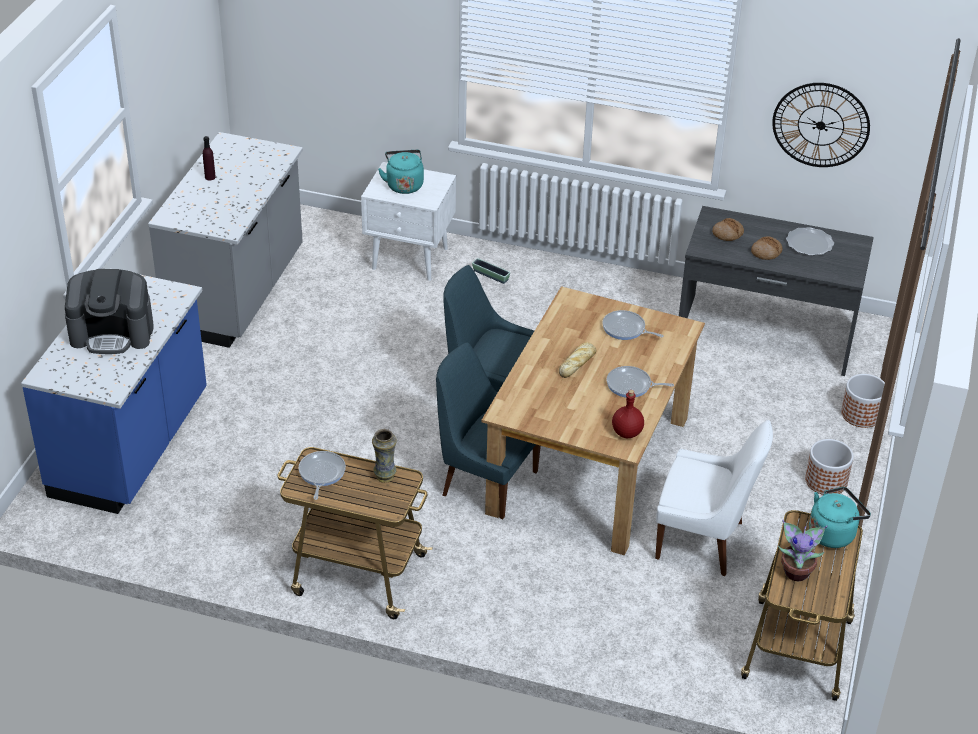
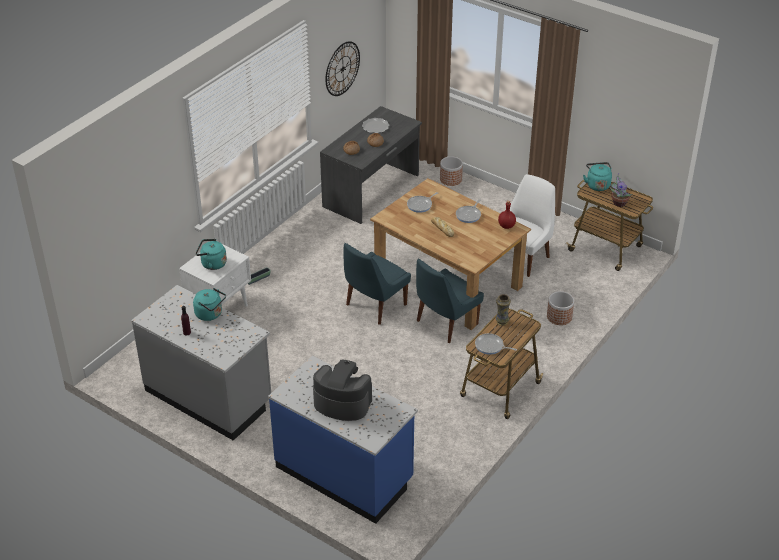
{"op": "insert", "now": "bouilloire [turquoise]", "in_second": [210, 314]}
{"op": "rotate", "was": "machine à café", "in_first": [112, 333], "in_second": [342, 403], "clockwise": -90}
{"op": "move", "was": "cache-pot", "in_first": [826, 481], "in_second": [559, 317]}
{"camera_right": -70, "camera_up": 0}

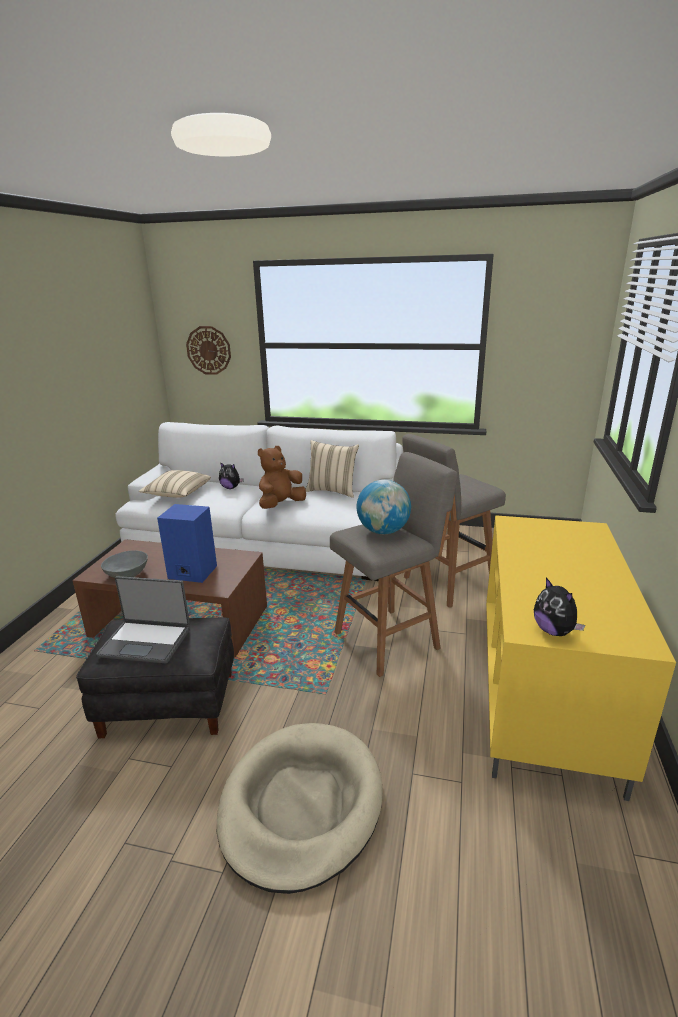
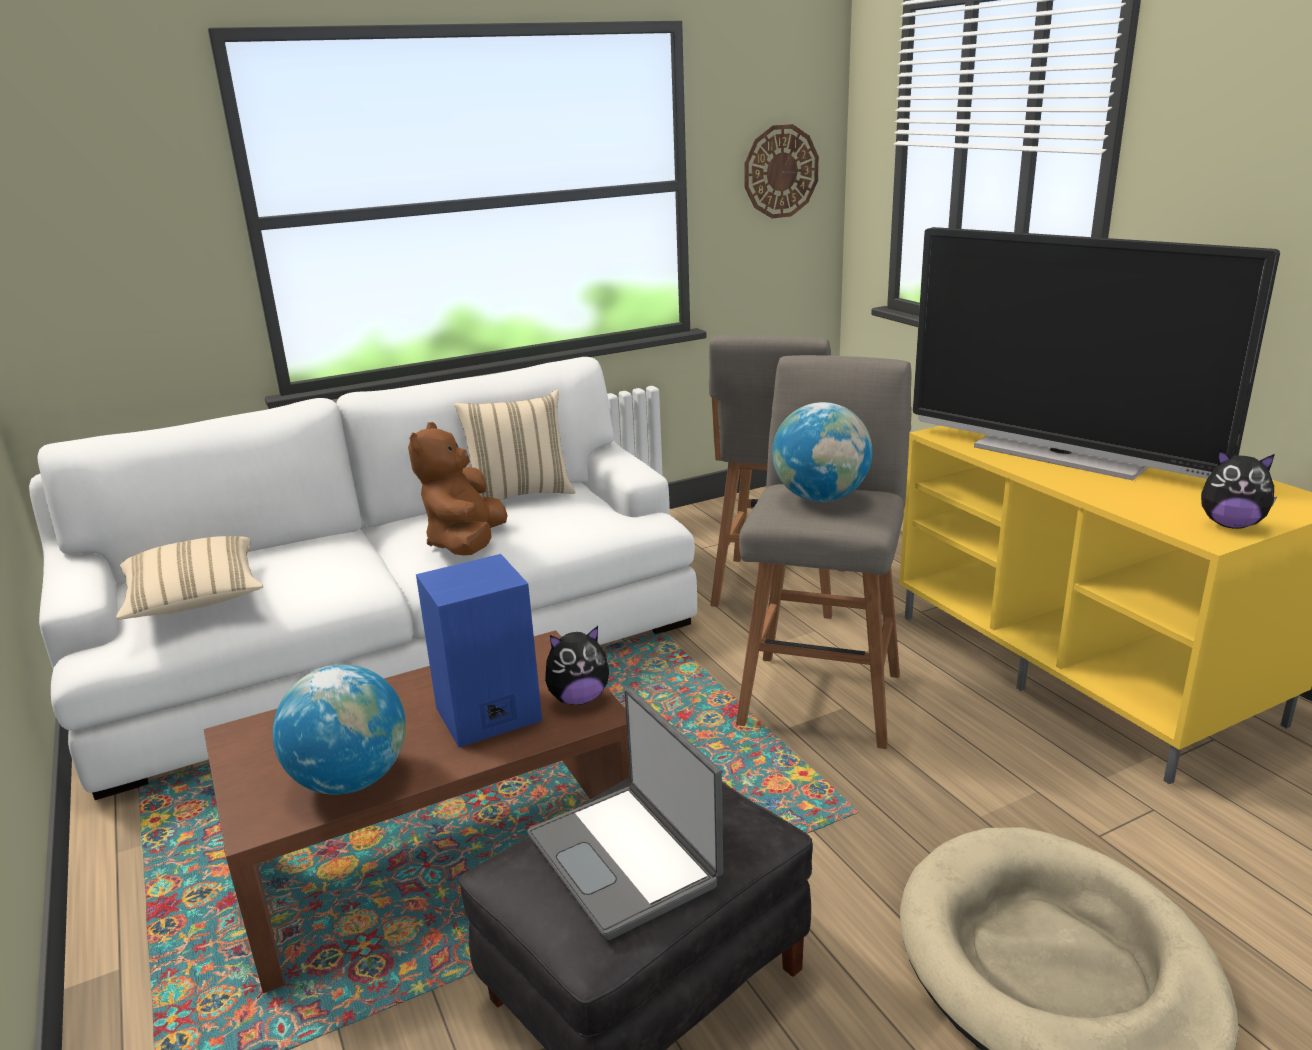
{"op": "replace", "was": "bol [gris]", "now": "globe", "in_first": [128, 574], "in_second": [350, 780]}
{"op": "rotate", "was": "ordinateur portable", "in_first": [146, 641], "in_second": [626, 859], "clockwise": 90}
{"op": "move", "was": "peluche", "in_first": [231, 488], "in_second": [578, 698]}
{"op": "move", "was": "horloge murale", "in_first": [208, 350], "in_second": [780, 171]}
{"op": "insert", "now": "téléviseur", "in_second": [1059, 456]}
{"camera_right": -40, "camera_up": 0}

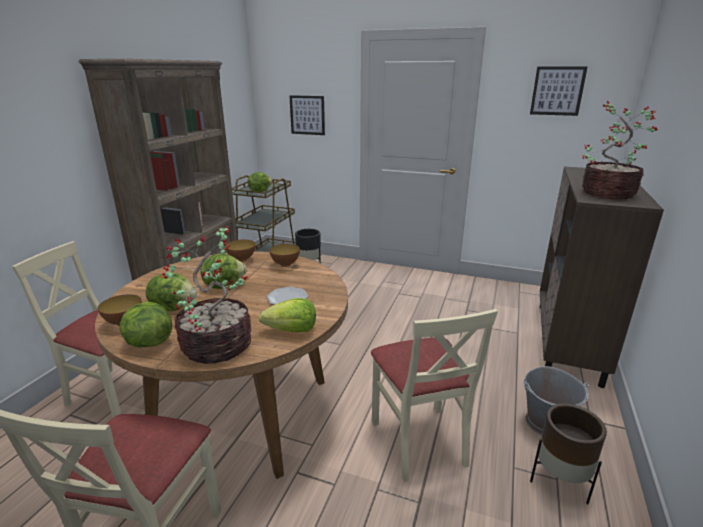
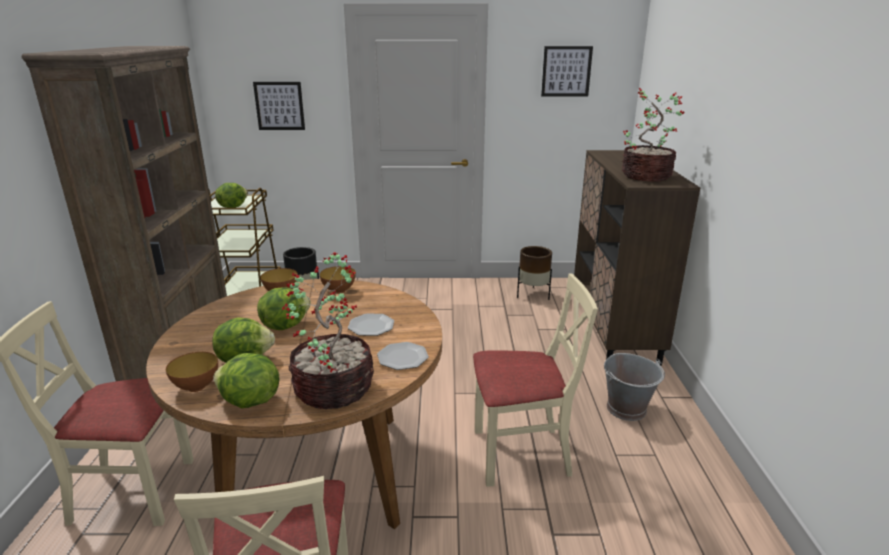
{"op": "replace", "was": "laitue", "now": "assiette", "in_first": [292, 330], "in_second": [403, 358]}
{"op": "rotate", "was": "chaise [beige]", "in_first": [419, 441], "in_second": [521, 454], "clockwise": -60}
{"op": "move", "was": "cache-pot [marron]", "in_first": [560, 481], "in_second": [533, 295]}
{"camera_right": -20, "camera_up": 0}

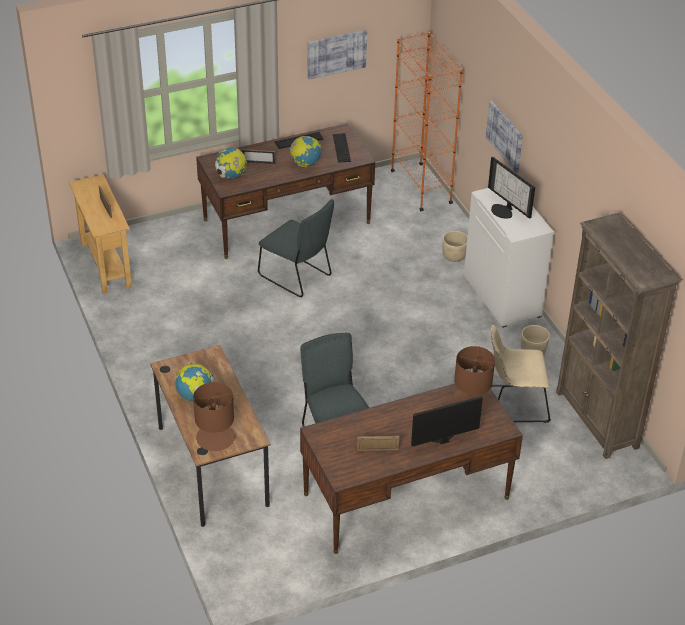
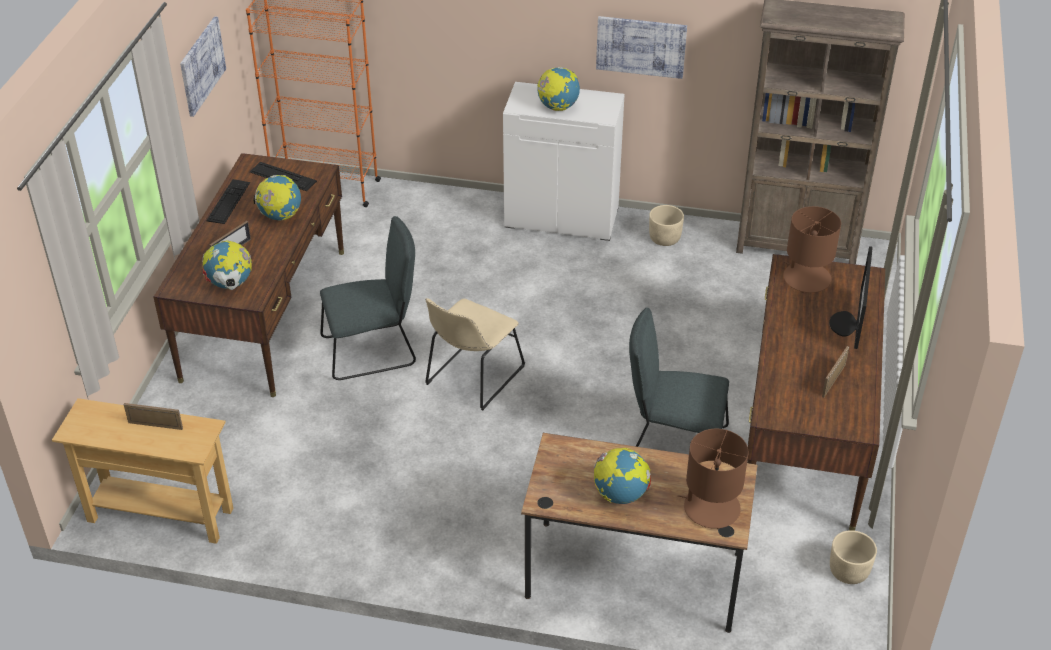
{"op": "move", "was": "chaise [beige]", "in_first": [513, 404], "in_second": [472, 378]}
{"op": "replace", "was": "écran d'ordinateur", "now": "globe", "in_first": [504, 210], "in_second": [557, 107]}
{"op": "move", "was": "tableau", "in_first": [505, 136], "in_second": [641, 46]}
{"op": "move", "was": "cache-pot [beige]", "in_first": [454, 256], "in_second": [849, 572]}
{"camera_right": -55, "camera_up": 0}

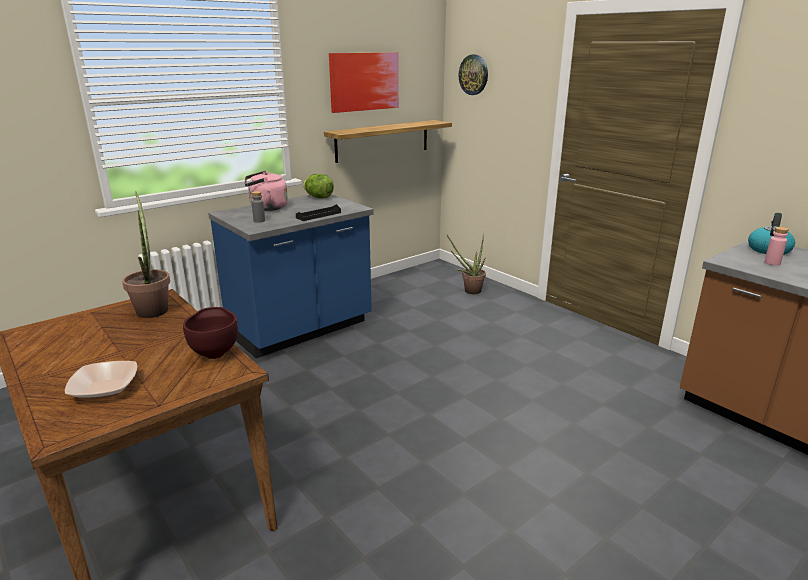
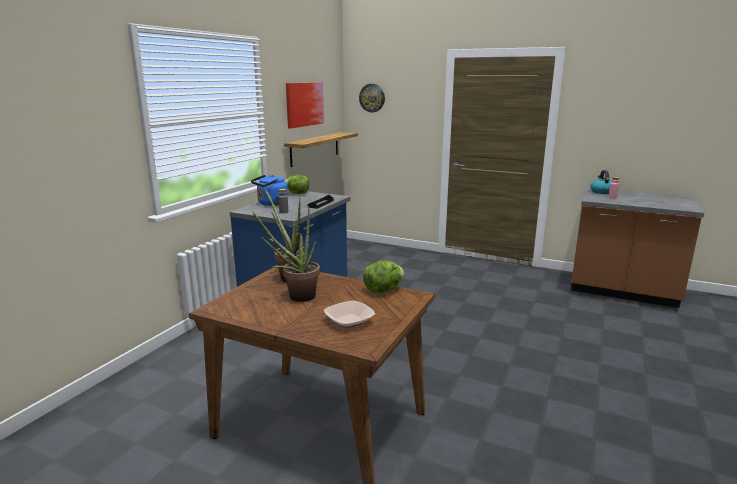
{"op": "recolor", "was": "bouilloire [rose]", "now": "bouilloire [bleu]", "in_first": [266, 208], "in_second": [271, 204]}
{"op": "move", "was": "plante en pot", "in_first": [469, 291], "in_second": [296, 297]}
{"op": "replace", "was": "bol [marron]", "now": "laitue", "in_first": [215, 353], "in_second": [383, 290]}
{"camera_right": -25, "camera_up": -5}

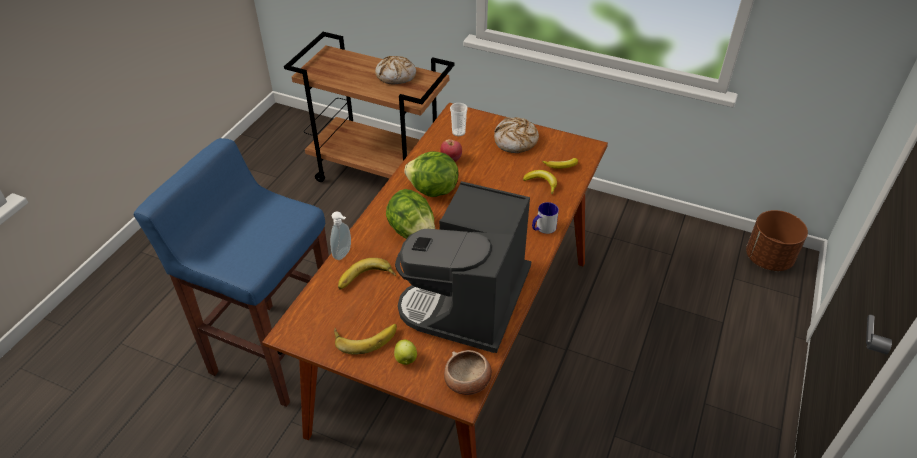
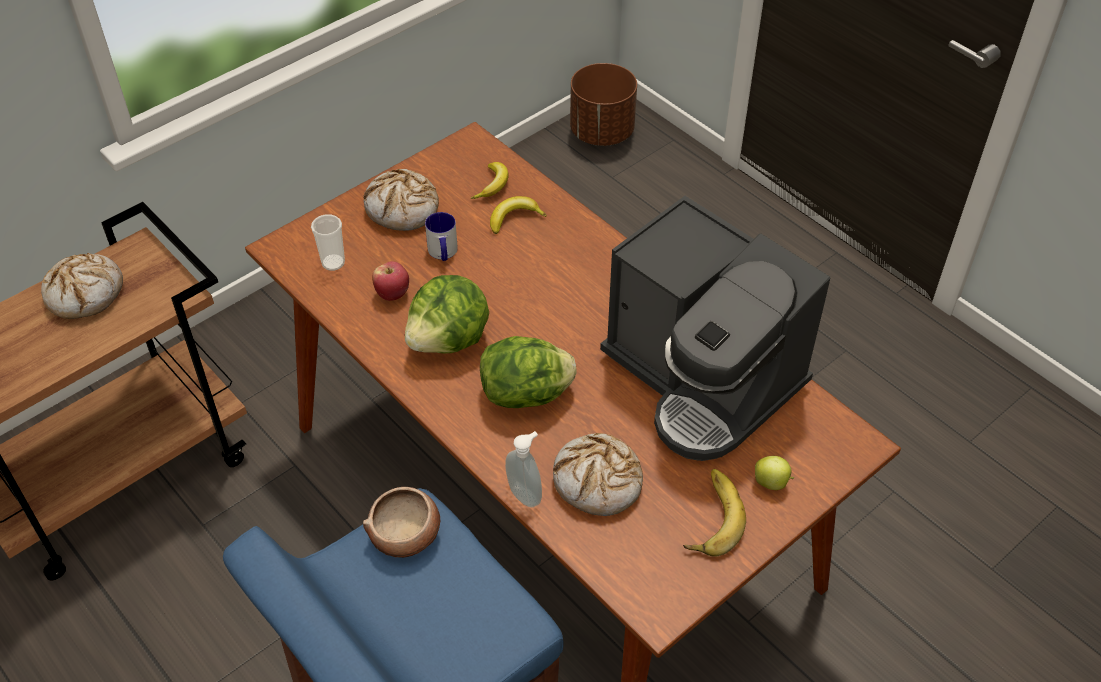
{"op": "move", "was": "bol", "in_first": [468, 382], "in_second": [406, 535]}
{"op": "move", "was": "mug", "in_first": [543, 228], "in_second": [443, 253]}
{"op": "replace", "was": "banane", "now": "pain", "in_first": [366, 280], "in_second": [598, 482]}
{"camera_right": -65, "camera_up": 5}

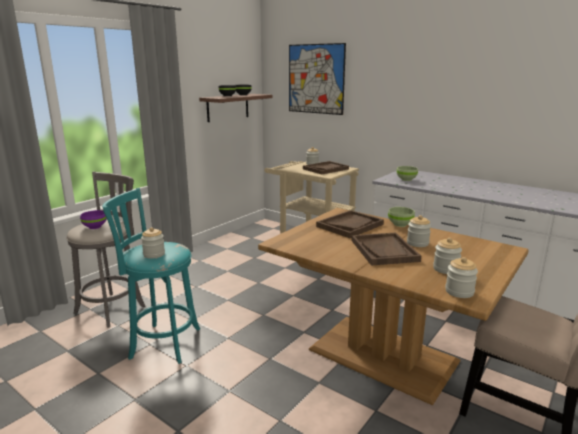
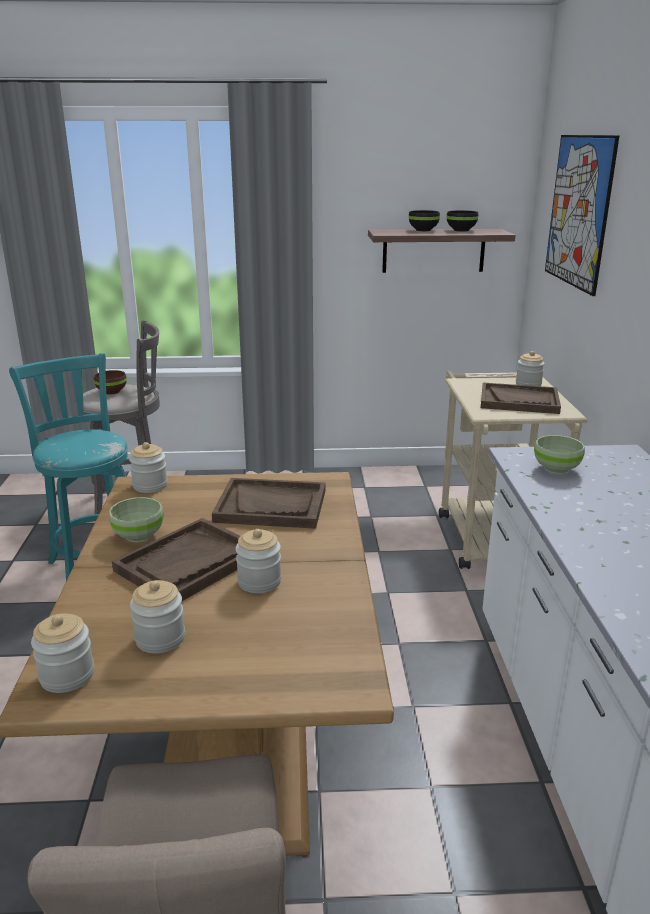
{"op": "recolor", "was": "bol [violet]", "now": "bol [marron]", "in_first": [94, 227], "in_second": [111, 391]}
{"op": "move", "was": "bol [vert]", "in_first": [400, 224], "in_second": [139, 535]}
{"op": "move", "was": "bocal", "in_first": [154, 254], "in_second": [150, 486]}
{"camera_right": 50, "camera_up": 5}

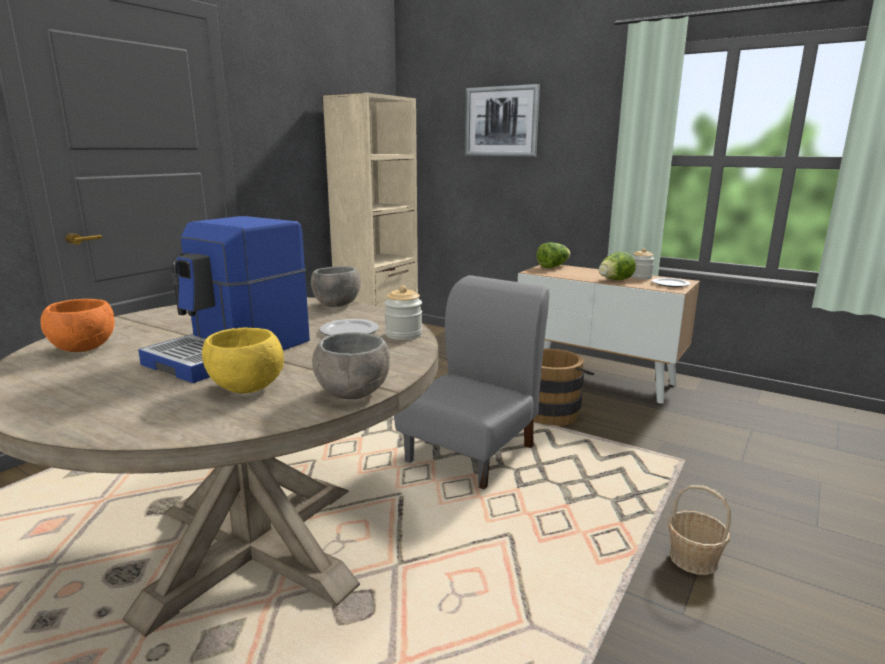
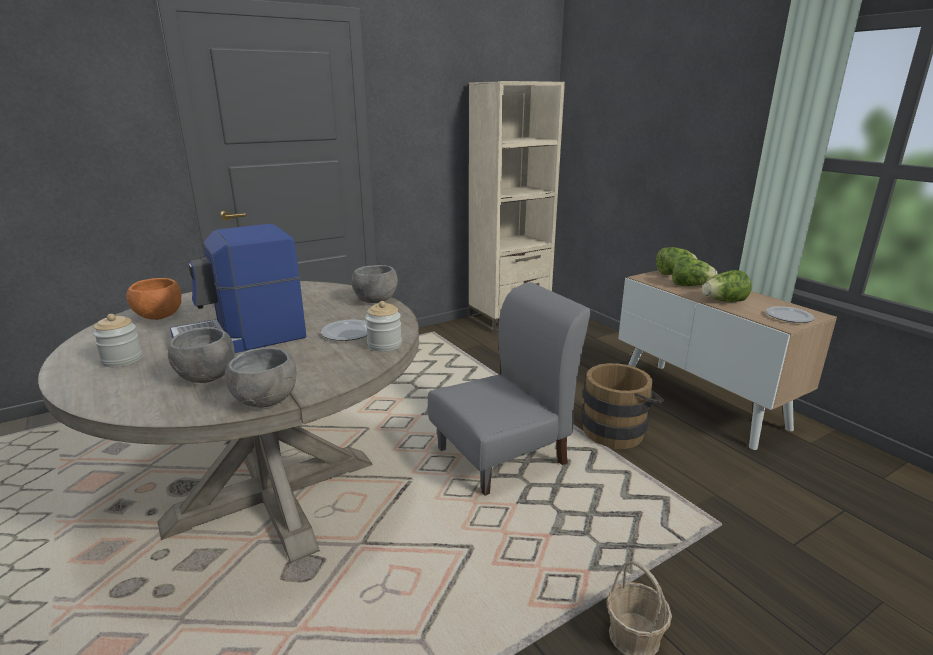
{"op": "move", "was": "bocal", "in_first": [640, 277], "in_second": [122, 360]}
{"op": "recolor", "was": "bol [jaune]", "now": "bol [gris]", "in_first": [247, 388], "in_second": [207, 377]}
{"op": "insert", "now": "laitue", "in_second": [690, 286]}
{"op": "delete", "was": "tableau", "in_first": [501, 121]}
{"camera_right": 25, "camera_up": 5}

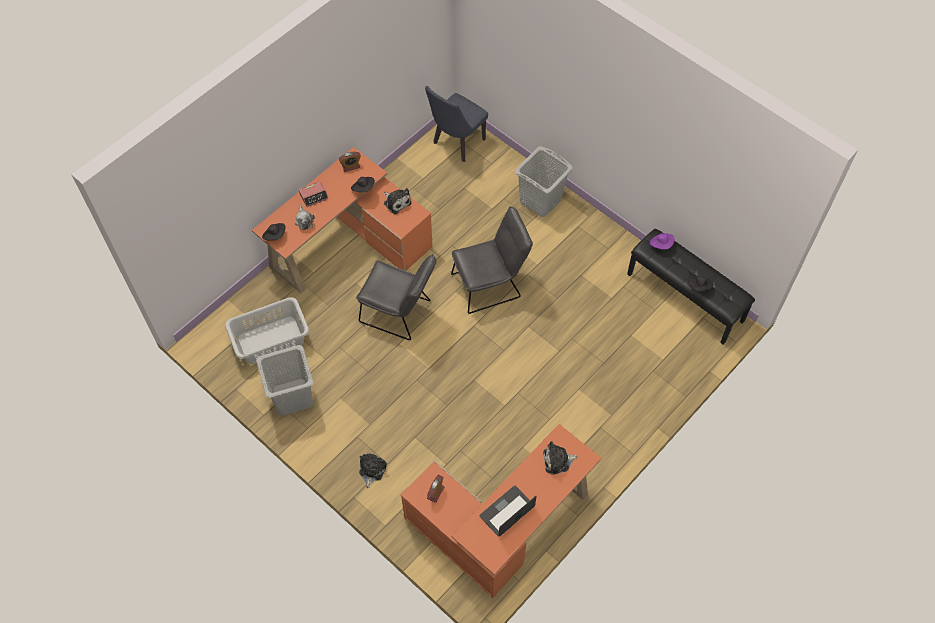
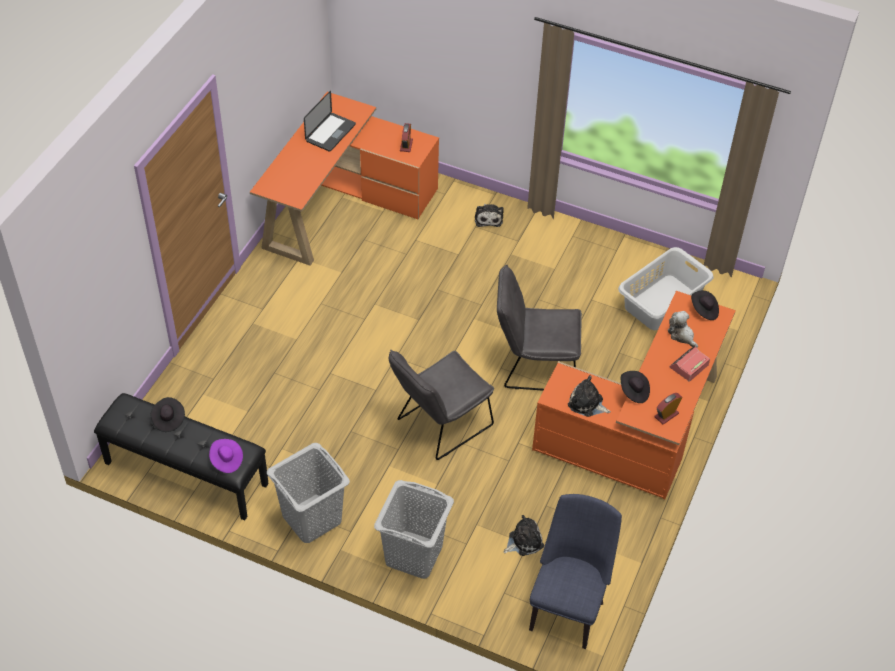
{"op": "move", "was": "panier à linge [gris]", "in_first": [293, 397], "in_second": [311, 518]}
{"op": "move", "was": "peluche", "in_first": [558, 461], "in_second": [524, 541]}
{"camera_right": 160, "camera_up": -10}

